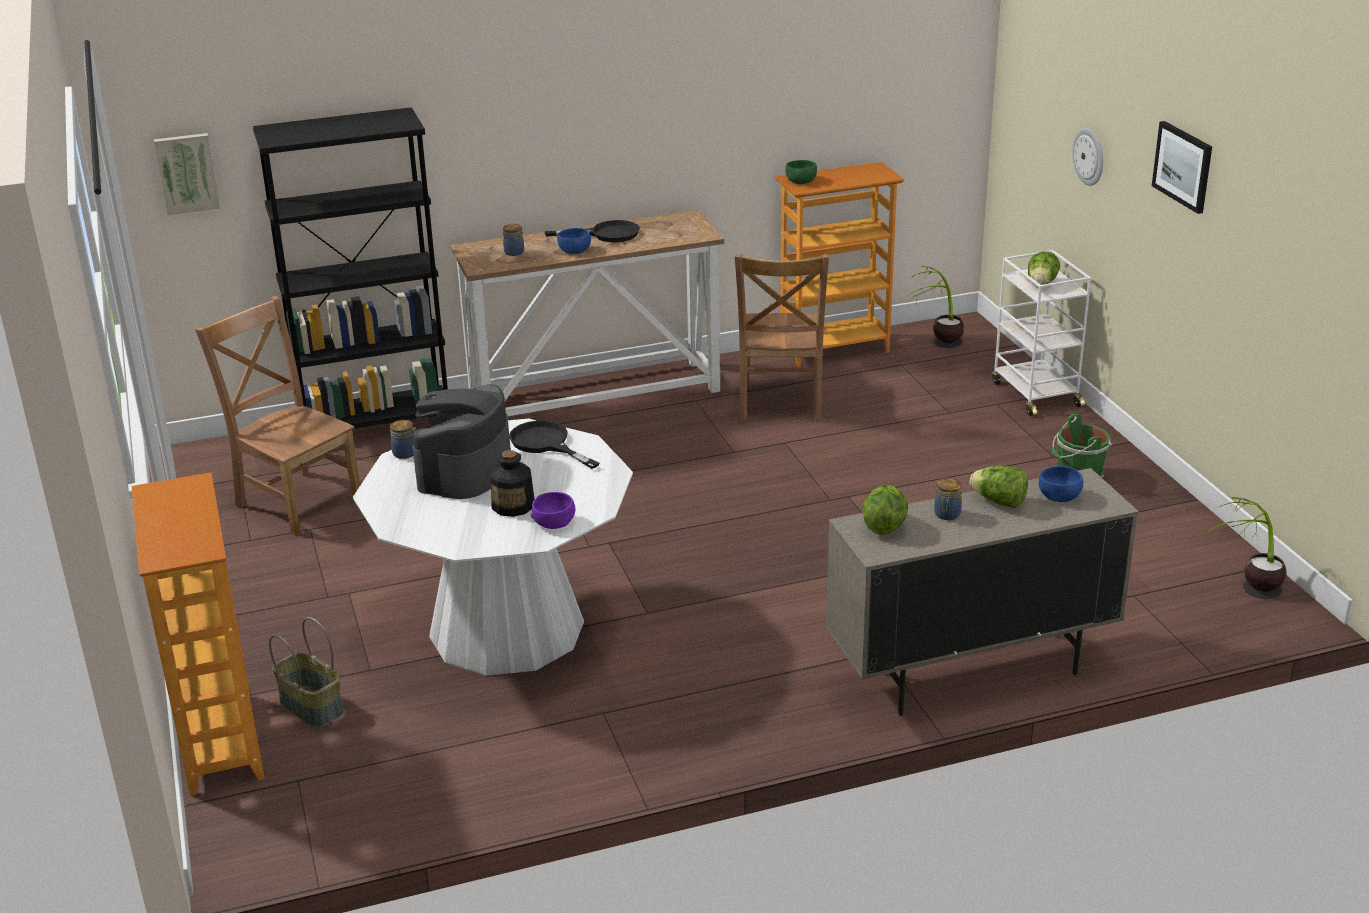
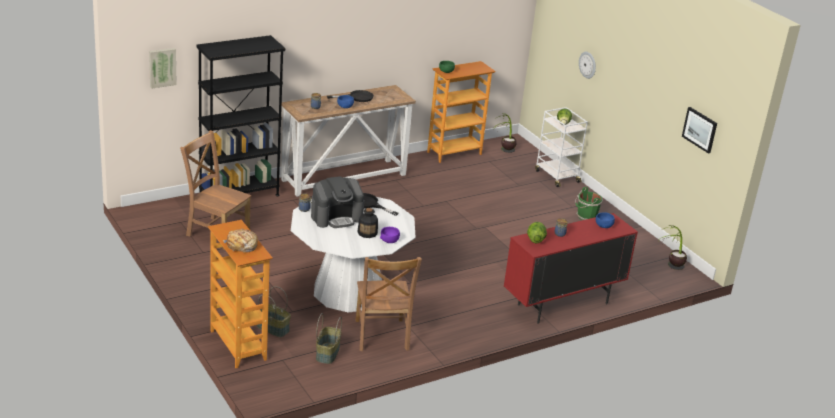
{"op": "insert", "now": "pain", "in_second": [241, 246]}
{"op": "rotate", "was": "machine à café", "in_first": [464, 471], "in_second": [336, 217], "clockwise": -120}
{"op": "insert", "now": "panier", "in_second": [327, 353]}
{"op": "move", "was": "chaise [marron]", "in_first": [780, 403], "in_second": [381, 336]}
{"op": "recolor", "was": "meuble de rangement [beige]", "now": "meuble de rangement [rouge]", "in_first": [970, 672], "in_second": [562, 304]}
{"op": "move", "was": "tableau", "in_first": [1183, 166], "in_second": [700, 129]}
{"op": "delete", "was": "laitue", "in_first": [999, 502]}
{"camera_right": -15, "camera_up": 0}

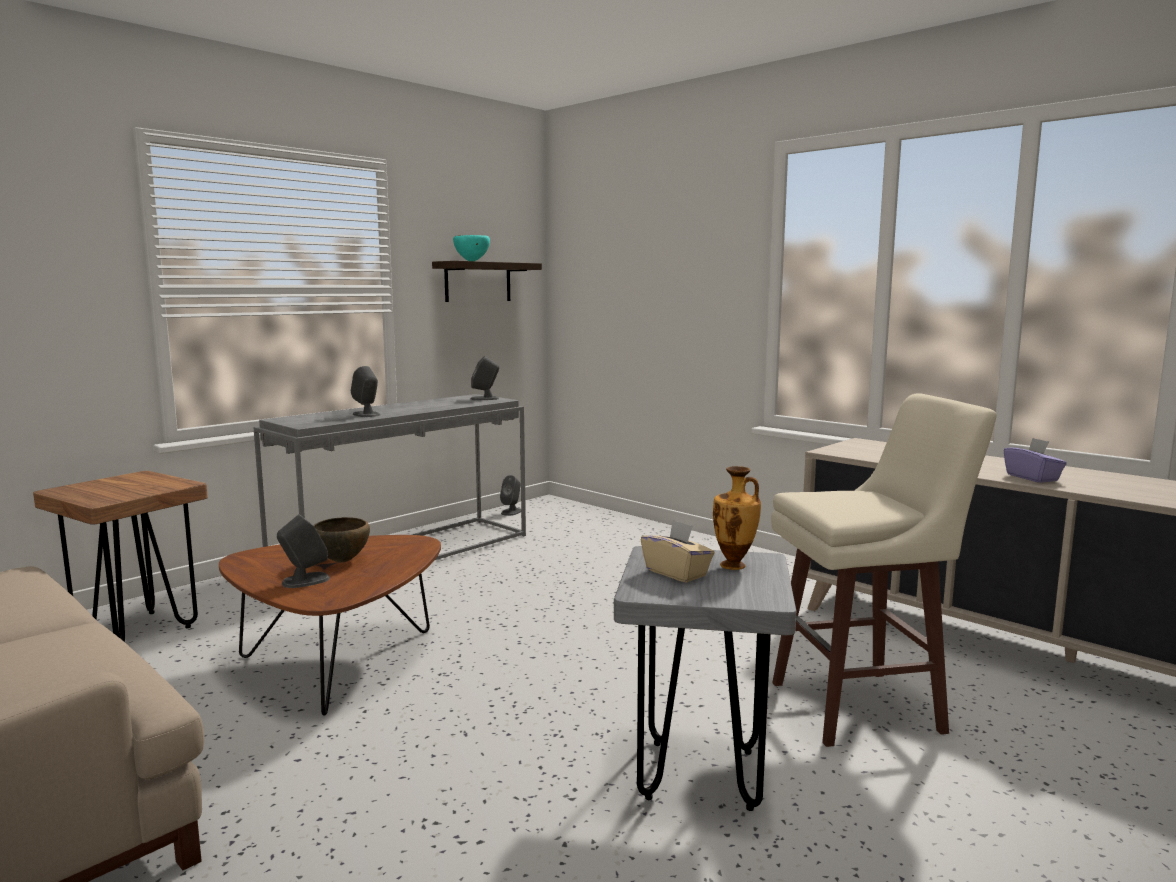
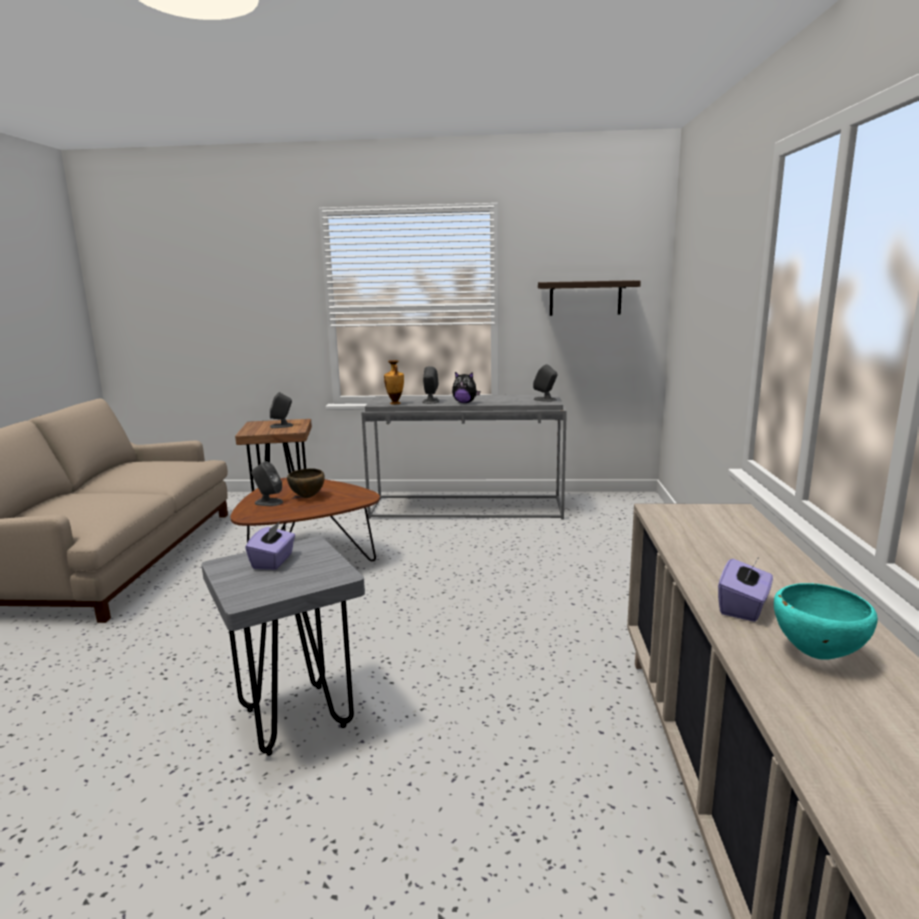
{"op": "recolor", "was": "boîte à mouchoirs [beige]", "now": "boîte à mouchoirs [violet]", "in_first": [677, 573], "in_second": [273, 561]}
{"op": "move", "was": "enceinte [gris]", "in_first": [511, 512], "in_second": [282, 426]}
{"op": "move", "was": "vase", "in_first": [734, 566], "in_second": [395, 403]}
{"op": "insert", "now": "peluche", "in_second": [465, 403]}
{"op": "move", "was": "bol [turquoise]", "in_first": [471, 261], "in_second": [816, 655]}
{"op": "delete", "was": "tabouret [beige]", "in_first": [861, 707]}
{"camera_right": 50, "camera_up": 5}

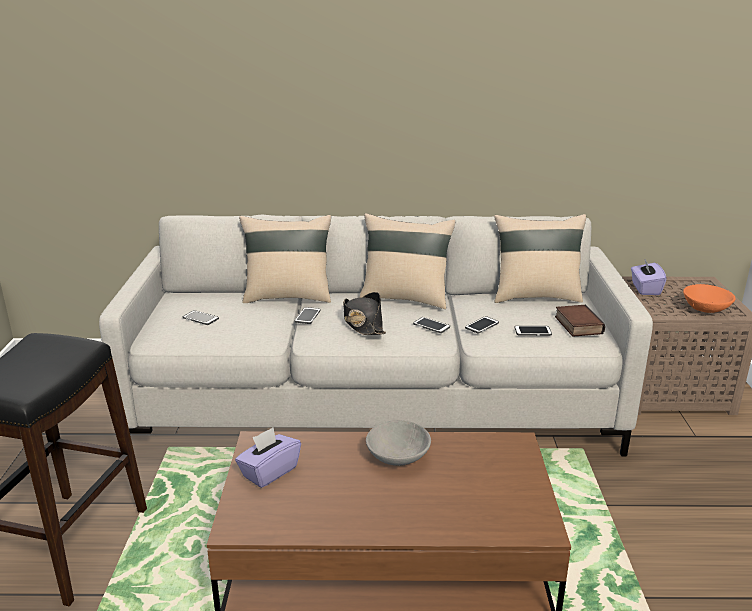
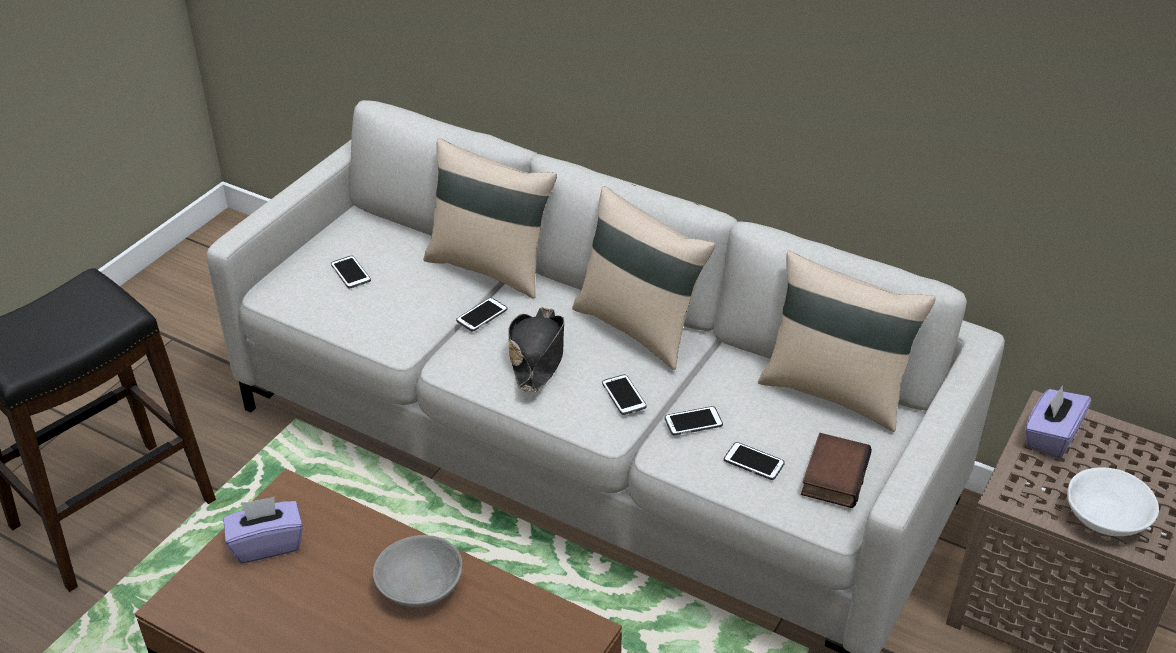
{"op": "recolor", "was": "bol [orange]", "now": "bol [blanc]", "in_first": [705, 309], "in_second": [1104, 518]}
{"camera_right": 30, "camera_up": 15}

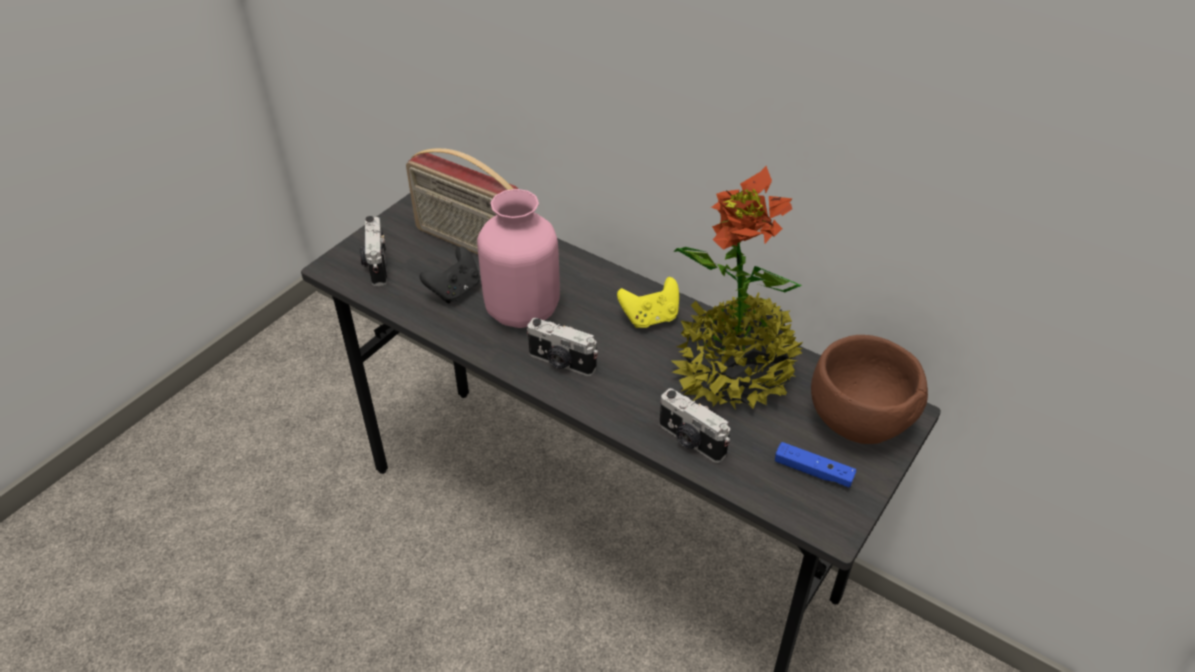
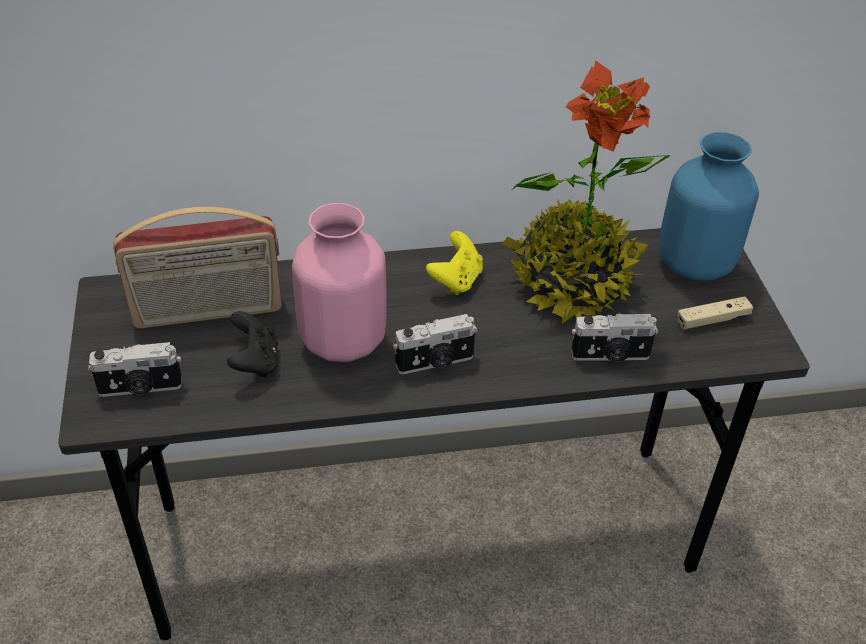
{"op": "rotate", "was": "appareil photo", "in_first": [376, 265], "in_second": [140, 388], "clockwise": -45}
{"op": "replace", "was": "bol [marron]", "now": "vase [bleu]", "in_first": [858, 422], "in_second": [694, 265]}
{"op": "recolor", "was": "manette [bleu]", "now": "manette [beige]", "in_first": [813, 471], "in_second": [712, 319]}
{"camera_right": -45, "camera_up": 0}

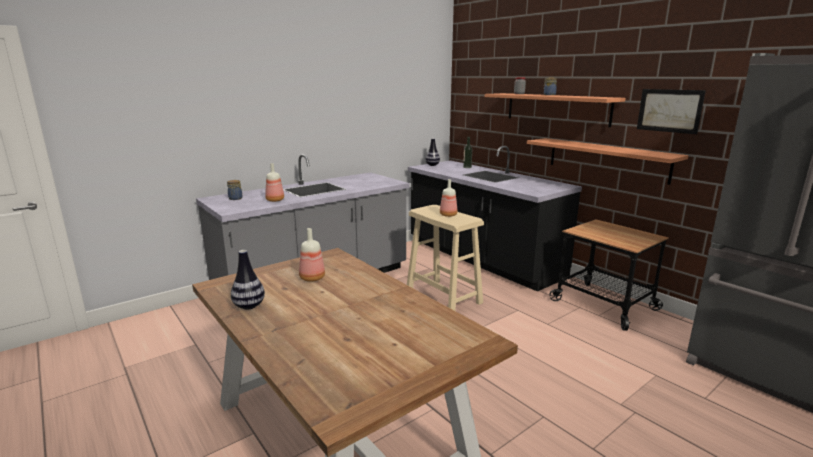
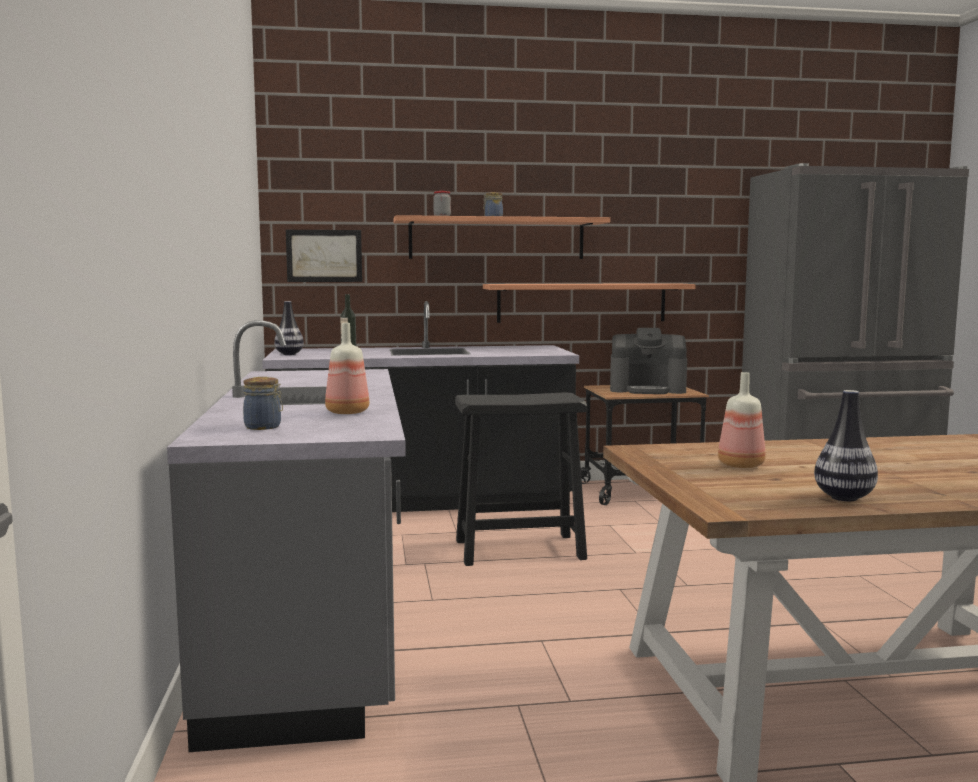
{"op": "move", "was": "tableau", "in_first": [669, 110], "in_second": [324, 256]}
{"op": "recolor", "was": "tabouret [beige]", "now": "tabouret [noir]", "in_first": [443, 297], "in_second": [520, 549]}
{"op": "insert", "now": "machine à café", "in_second": [647, 389]}
{"op": "delete", "was": "bouteille", "in_first": [448, 215]}
{"camera_right": -60, "camera_up": -10}

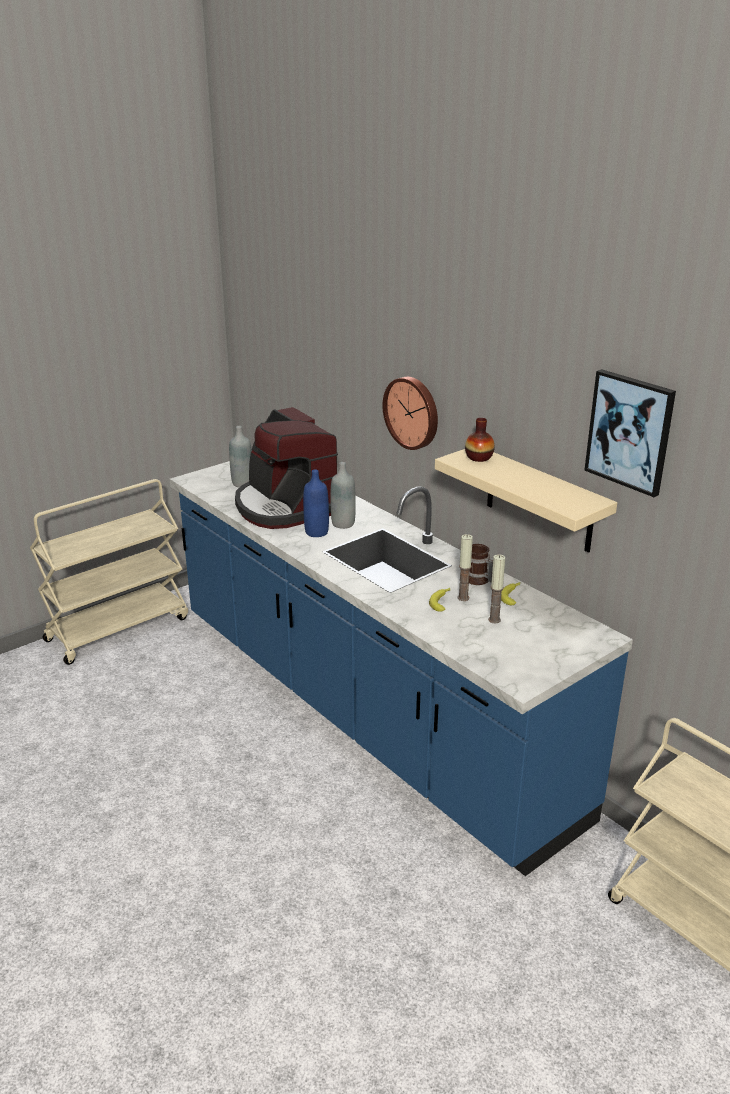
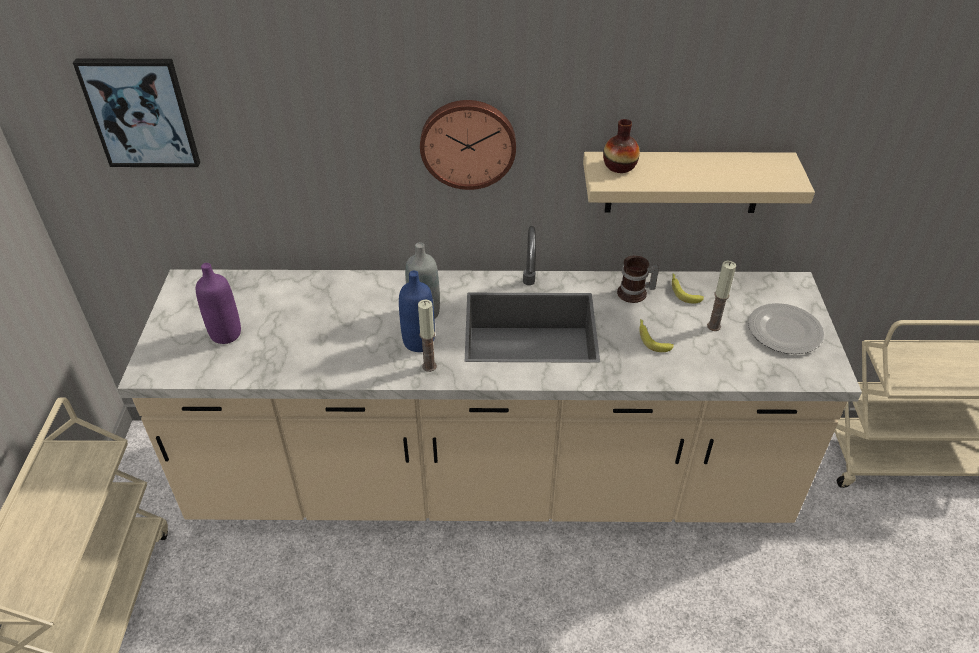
{"op": "move", "was": "tableau", "in_first": [630, 431], "in_second": [141, 112]}
{"op": "recolor", "was": "comptoir de cuisine [bleu]", "now": "comptoir de cuisine [beige]", "in_first": [365, 711], "in_second": [489, 483]}
{"op": "recolor", "was": "bouteille [gris]", "now": "bouteille [violet]", "in_first": [242, 483], "in_second": [226, 334]}
{"op": "move", "was": "bougie", "in_first": [463, 598], "in_second": [429, 366]}
{"op": "insert", "now": "assiette", "in_second": [784, 330]}
{"op": "delete", "was": "machine à café", "in_first": [285, 506]}
{"camera_right": -50, "camera_up": 15}

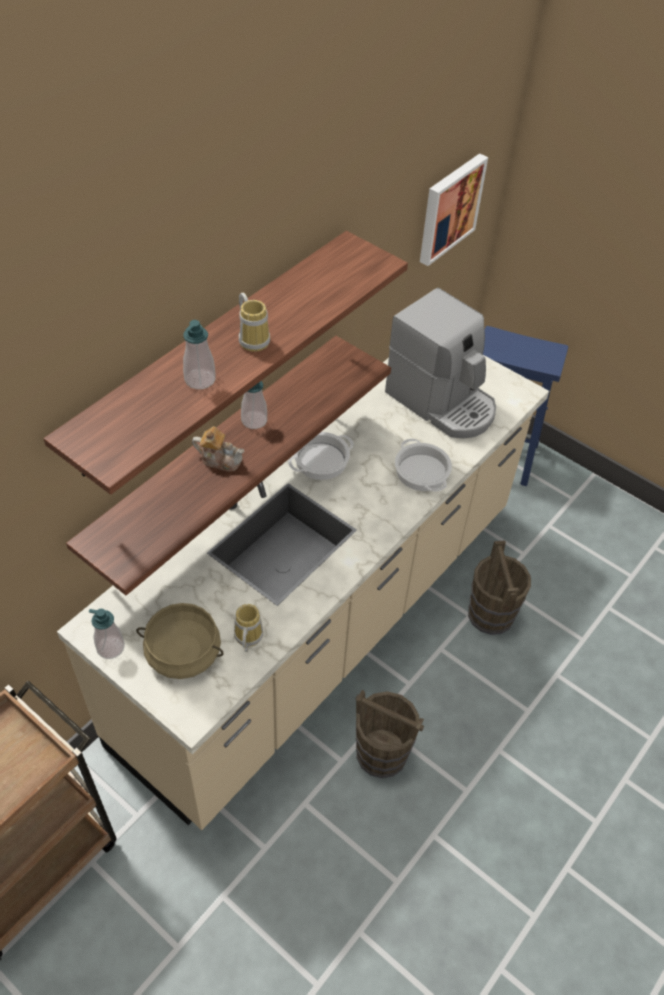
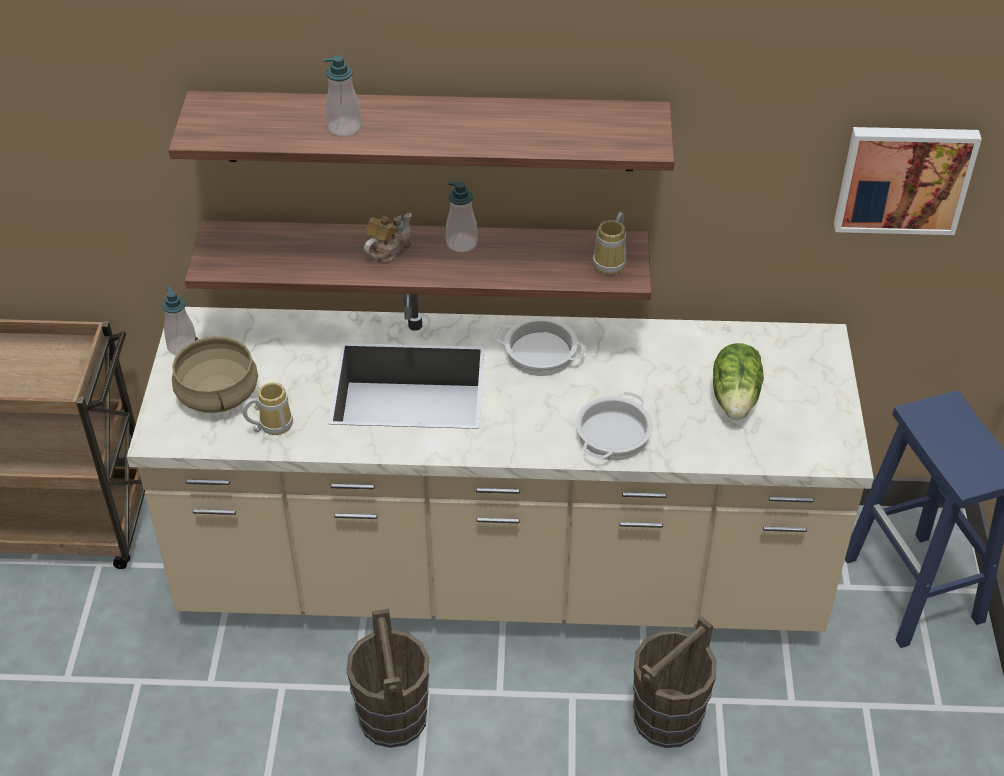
{"op": "rotate", "was": "théière", "in_first": [220, 459], "in_second": [388, 250], "clockwise": -120}
{"op": "move", "was": "mug", "in_first": [253, 338], "in_second": [612, 262]}
{"op": "replace", "was": "machine à café", "now": "laitue", "in_first": [442, 402], "in_second": [736, 398]}
{"camera_right": 55, "camera_up": -5}

